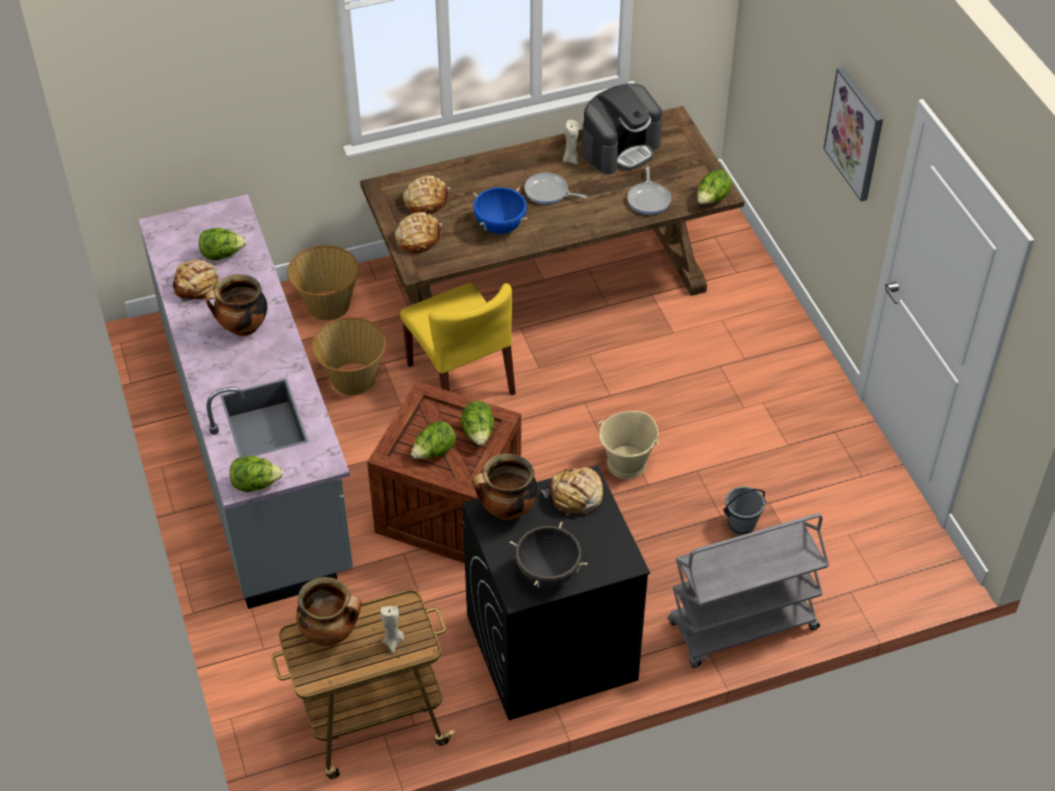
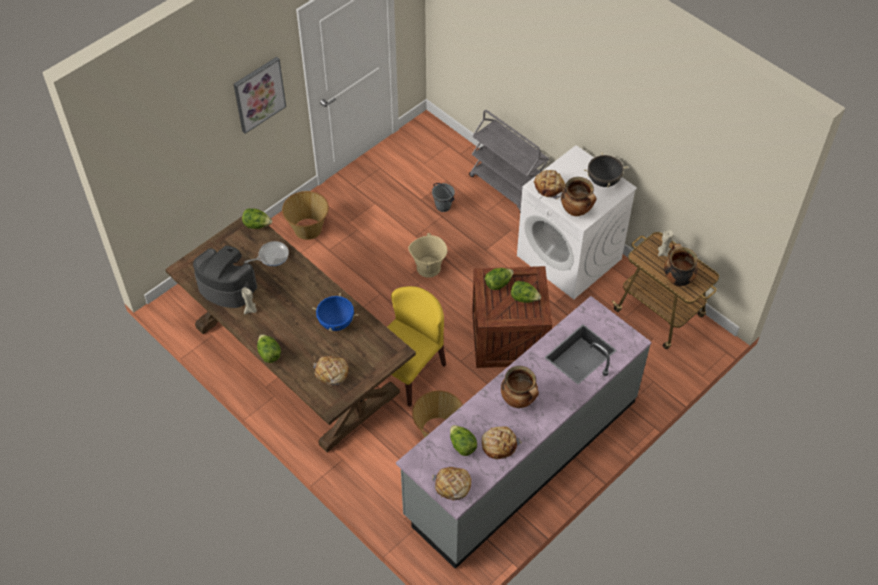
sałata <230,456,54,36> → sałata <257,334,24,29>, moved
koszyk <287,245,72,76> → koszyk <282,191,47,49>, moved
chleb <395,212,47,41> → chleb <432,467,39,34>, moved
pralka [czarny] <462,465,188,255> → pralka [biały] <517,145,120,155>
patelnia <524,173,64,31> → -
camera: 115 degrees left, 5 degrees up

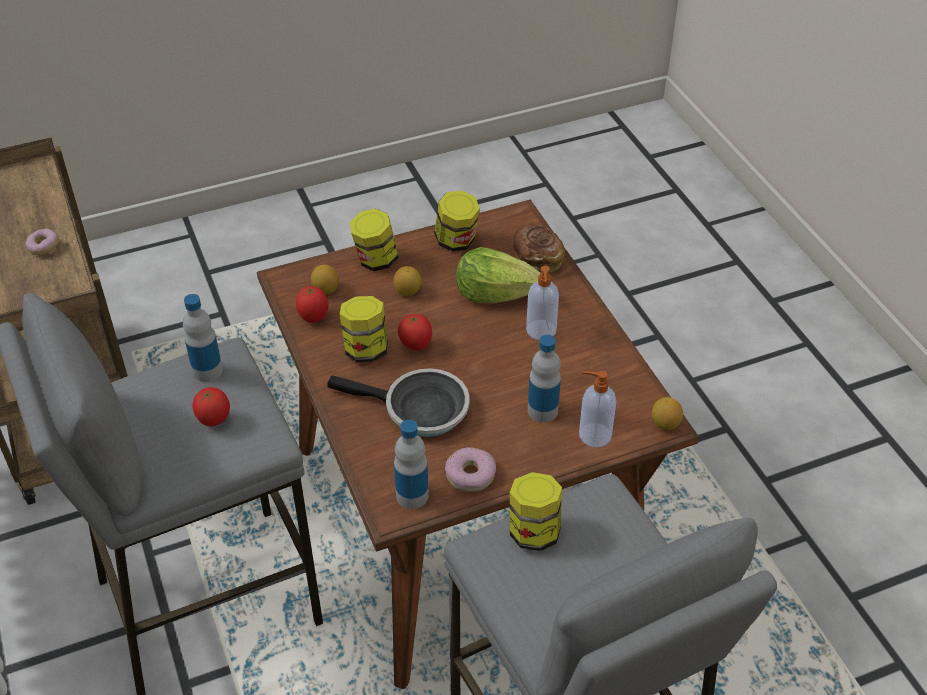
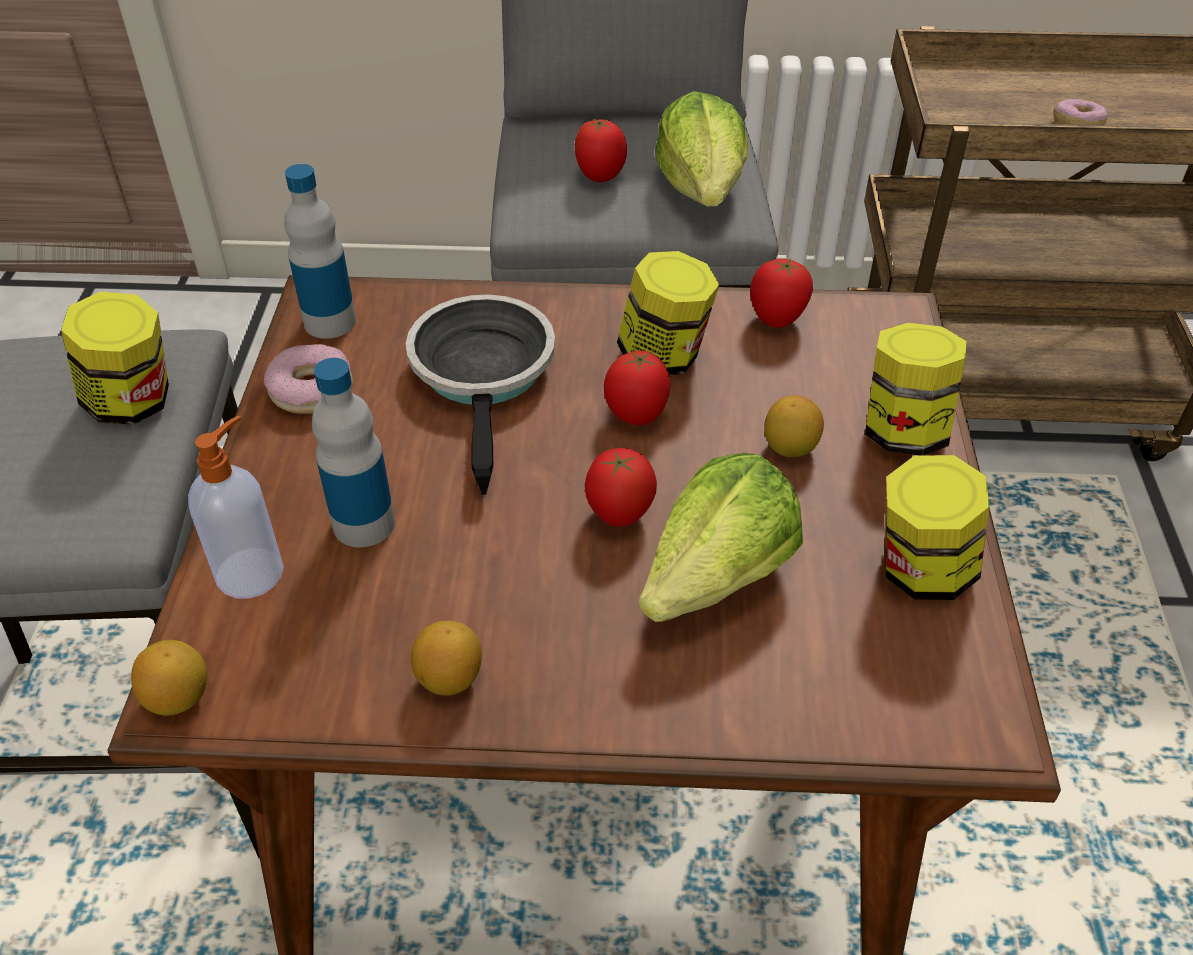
butelka <183,294,40,88> → sałata <655,91,93,115>
cytryna <311,265,28,30> → cytryna <411,621,71,75>, moved
patelnia <328,368,142,69> → patelnia <406,294,149,201>, 135 degrees clockwise
chleb <512,224,53,50> → -
dozownik mydła <526,266,33,74> → -
- → pomidor <585,448,72,79>
camera: 115 degrees right, 0 degrees up

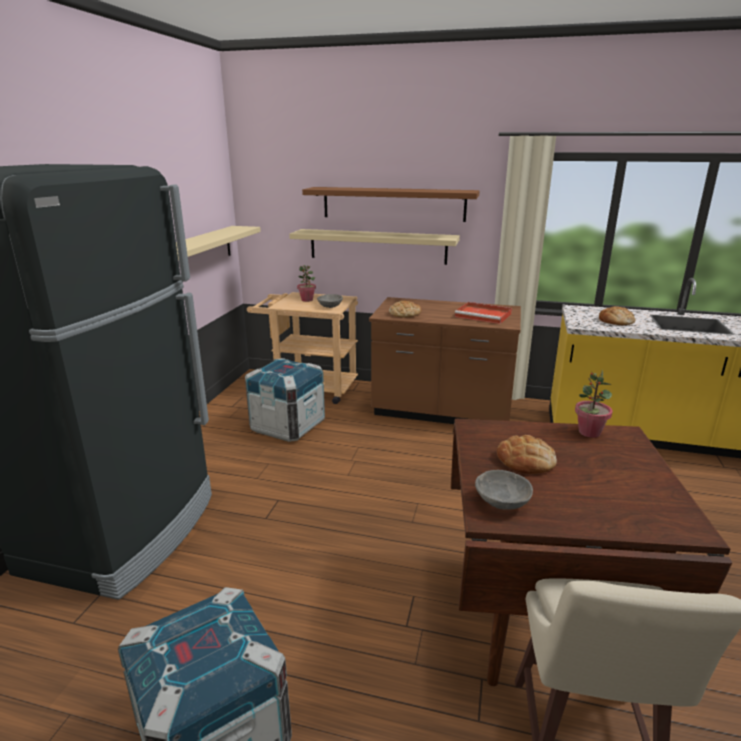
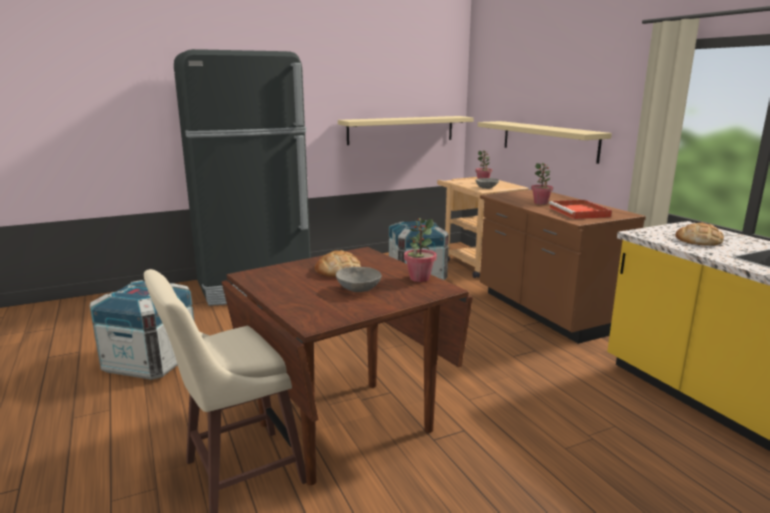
półka [brązowy] <302,187,178,35> → -
chleb <389,301,33,16> → -
miska [szary] <475,470,58,40> → miska [szary] <336,267,46,25>, moved
- → roślina doniczkowa <531,163,22,42>
camera: 50 degrees right, 5 degrees down

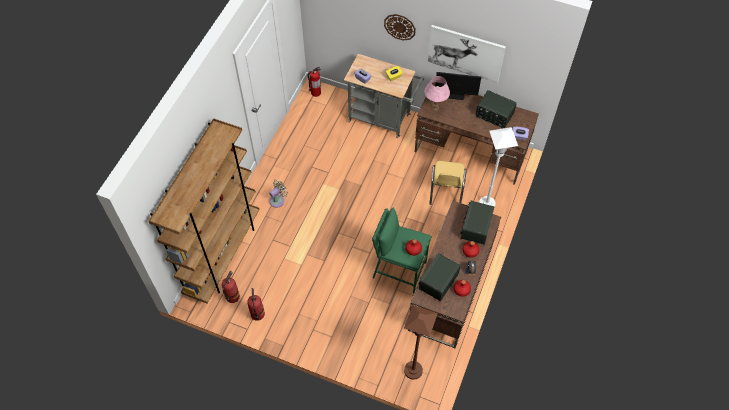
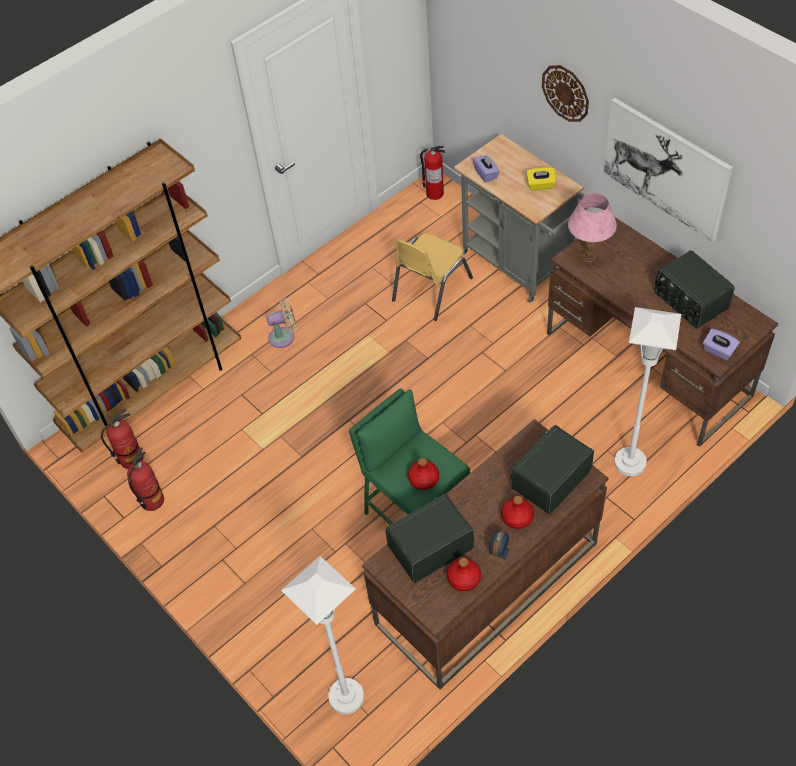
lampa stojąca [brązowy] <404,305,34,75> → lampa stojąca [biały] <281,556,83,158>
krzesło [żółty] <429,161,38,44> → krzesło [żółty] <392,233,81,88>, moved
monitor <435,72,46,28> → -
camera: 30 degrees right, 5 degrees down

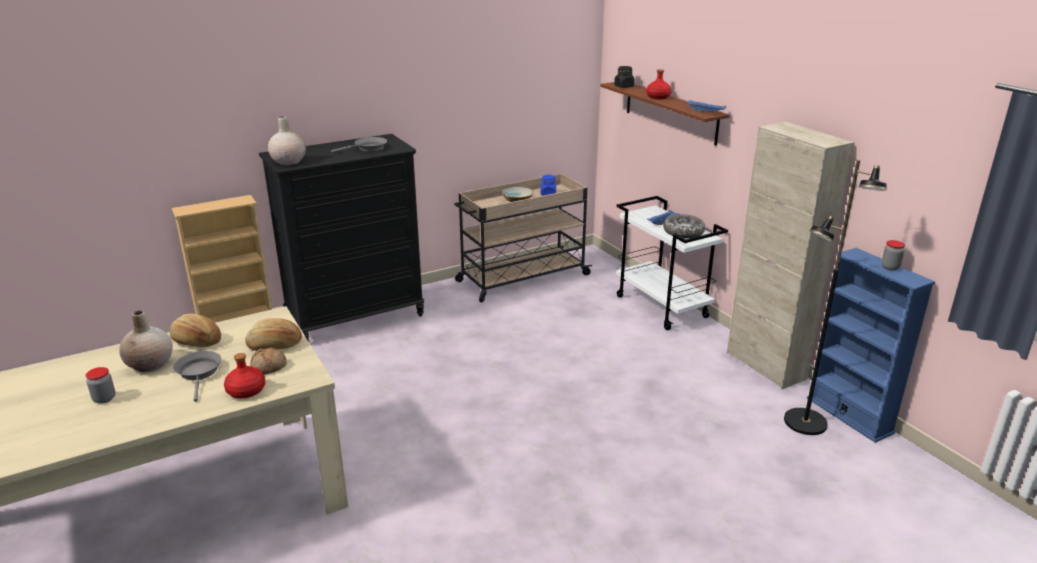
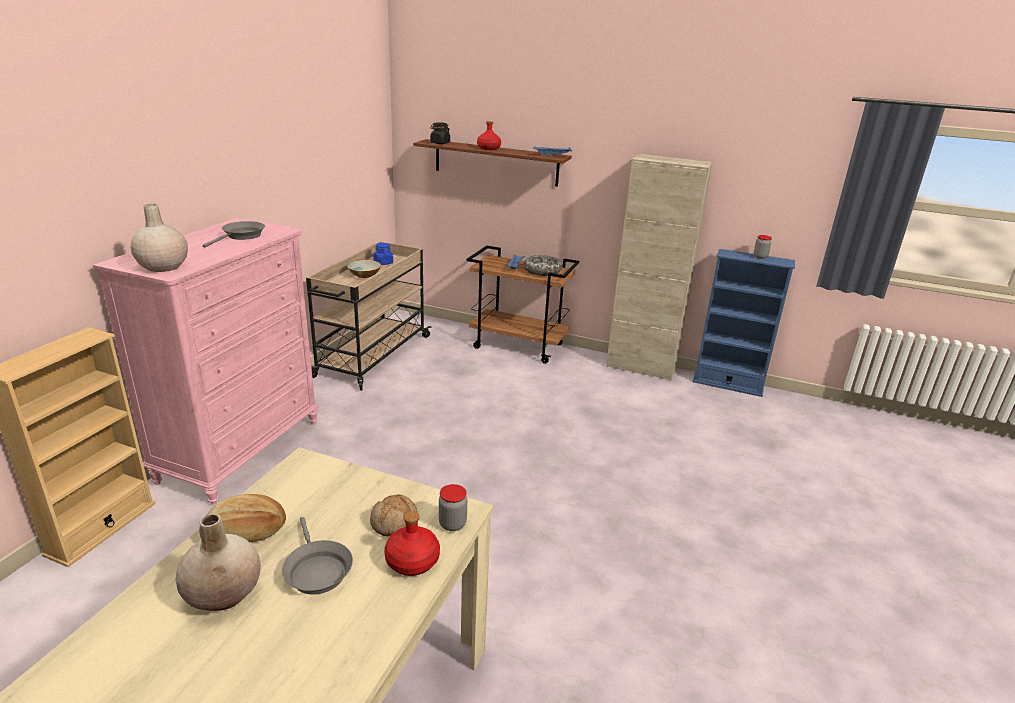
słoik <85,367,30,37> → słoik <439,484,28,47>, moved
patelnia [szary] <173,351,48,51> → patelnia [szary] <282,517,71,78>, 150 degrees counterclockwise
chleb <245,318,57,33> → -
komoda [czarny] <259,134,165,208> → komoda [różowy] <93,218,225,287>
wózek [biały] <616,196,112,134> → wózek [brązowy] <467,245,112,119>
lampa stojąca [czarny] <784,160,103,275> → -
camera: 40 degrees left, 0 degrees up

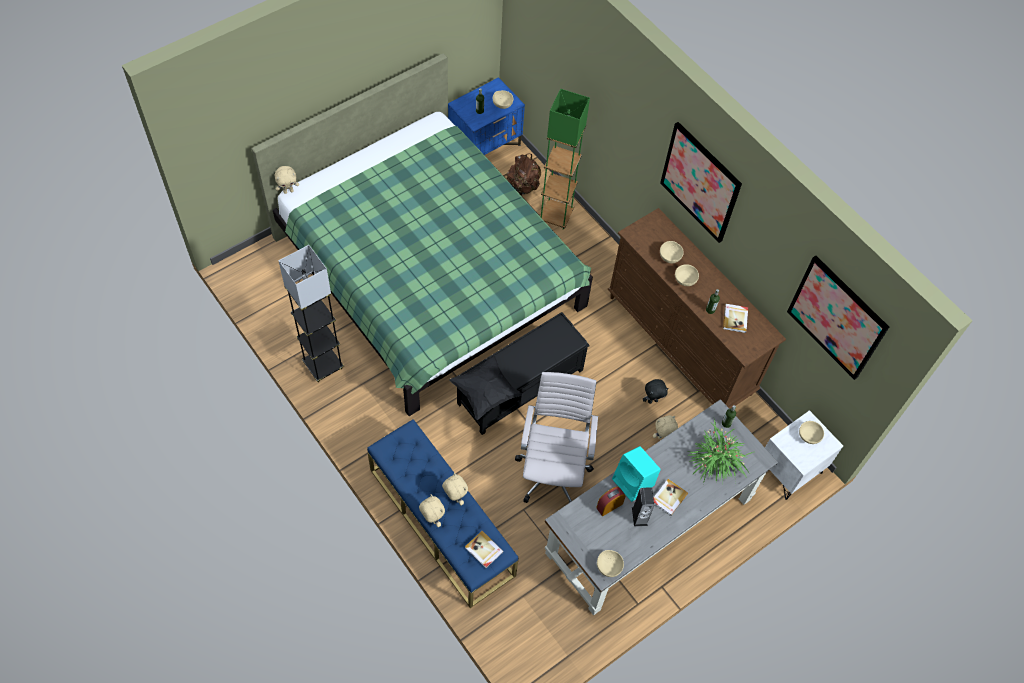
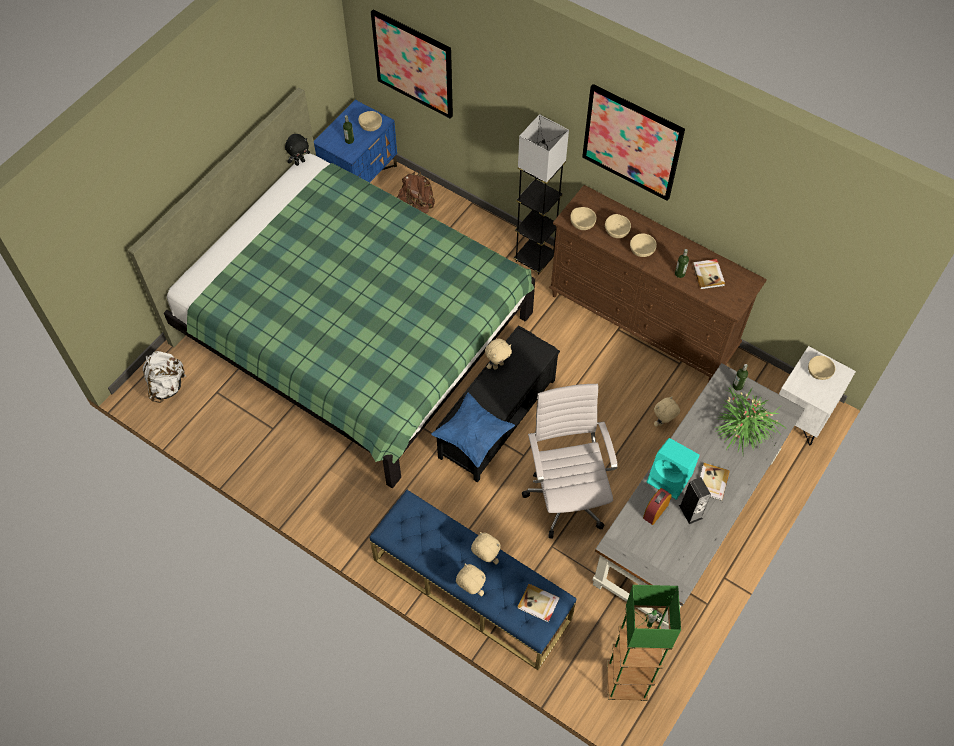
pluszak [beżowy] <275,166,24,28> → pluszak [beżowy] <485,339,27,31>, moved
lampa stojąca [szary] <278,245,66,137> → lampa stojąca [szary] <513,114,56,161>, moved
poduszka [czarny] <449,355,74,65> → poduszka [niebieski] <431,393,84,75>
lampa stojąca [zielony] <540,89,50,141> → lampa stojąca [zielony] <607,585,74,116>, moved
miska [beżowy] <597,550,27,27> → miska [beżowy] <570,207,27,23>, moved
pluszak [czarny] <643,379,25,25> → pluszak [czarny] <285,134,25,32>, moved
obraz <787,256,102,124> → obraz <371,9,82,110>, moved
- → plecak [biały] <143,351,43,52>
camera: 15 degrees left, 0 degrees up

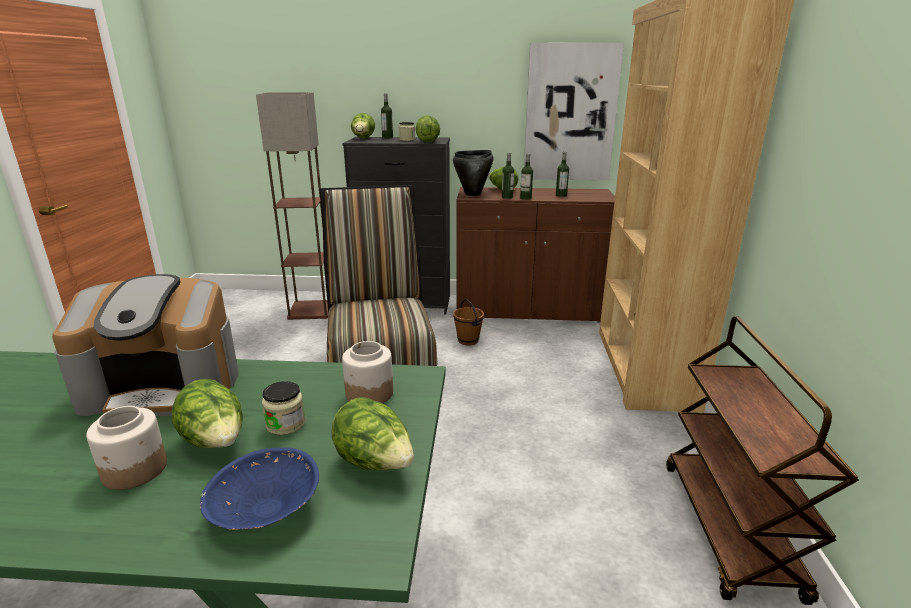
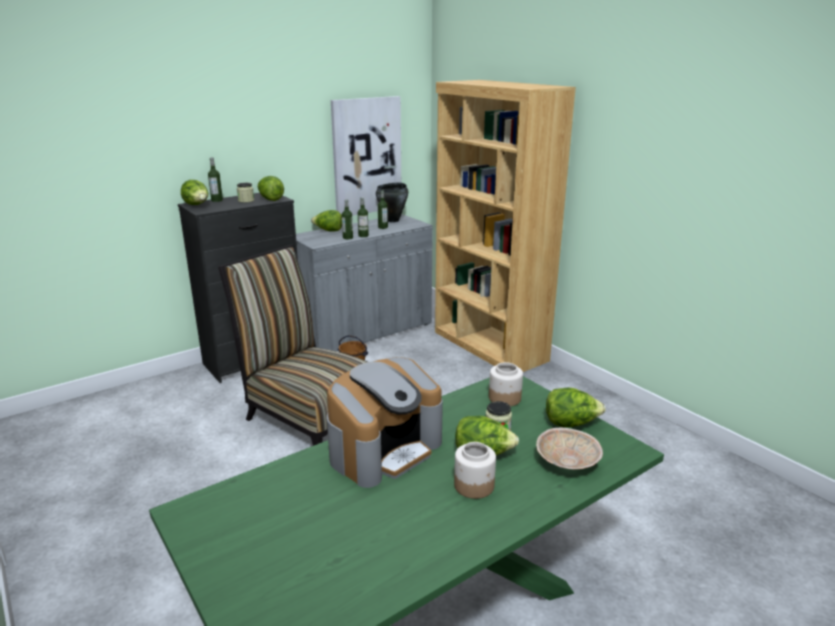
miska [niebieski] <200,447,119,83> → miska [beżowy] <536,428,67,41>
lampa stojąca <256,92,72,228> → -
garnek [czarny] <453,150,41,46> → garnek [czarny] <376,183,32,39>, moved
szafka [brązowy] <456,187,159,136> → szafka [szary] <296,214,137,137>
wózek [brązowy] <666,316,193,289> → -
camera: 40 degrees left, 0 degrees up

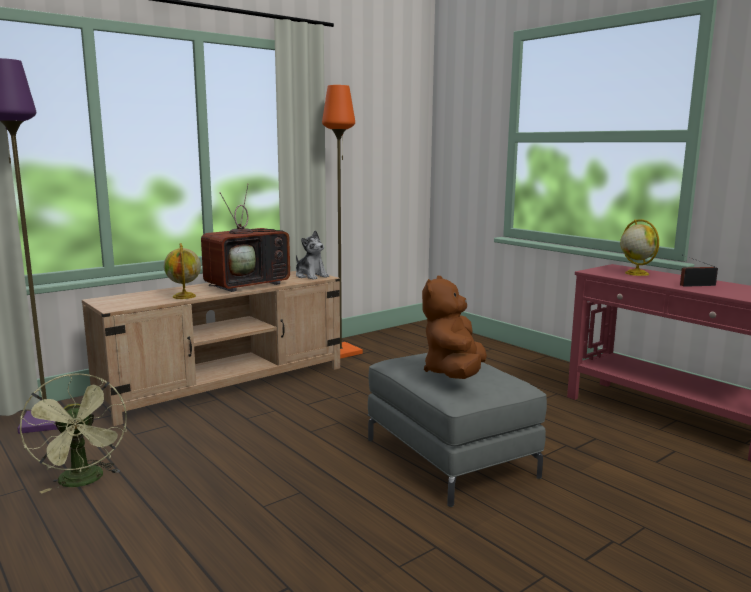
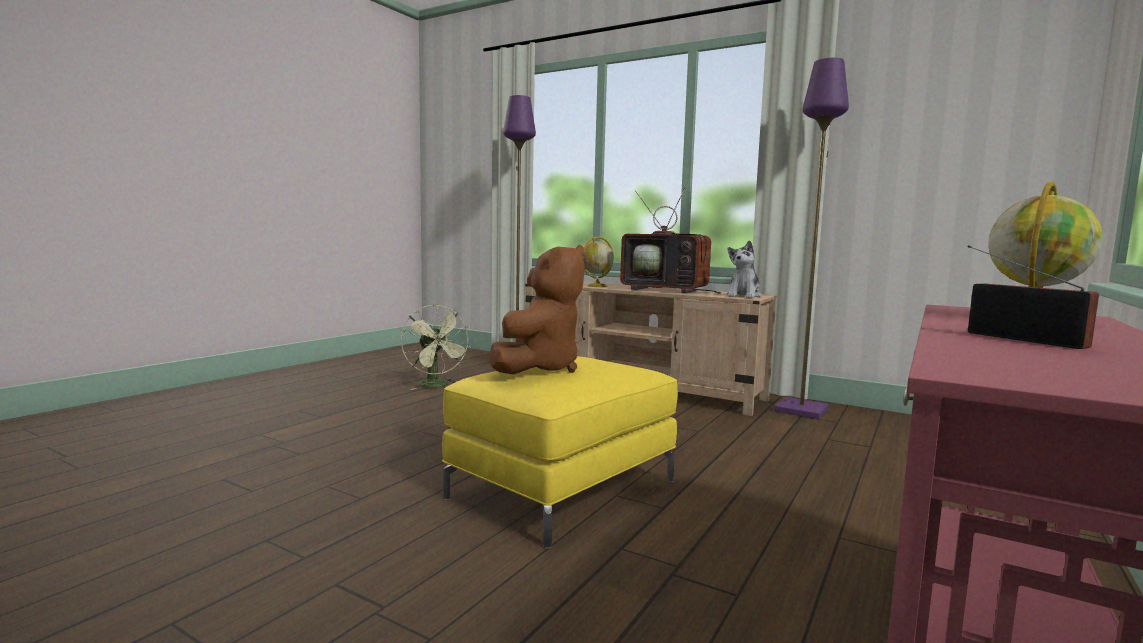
wentylator [zielony] <20,373,107,121> → wentylator [zielony] <401,304,70,86>, 75 degrees counterclockwise
lampa stojąca [pomarańczowy] <322,85,41,274> → lampa stojąca [fioletowy] <774,58,75,361>
pufa [szary] <368,353,179,154> → pufa [żółty] <442,356,236,192>
pluszak [brązowy] <422,276,65,103> → pluszak [brązowy] <489,245,96,130>, 120 degrees clockwise
camera: 70 degrees right, 5 degrees down

